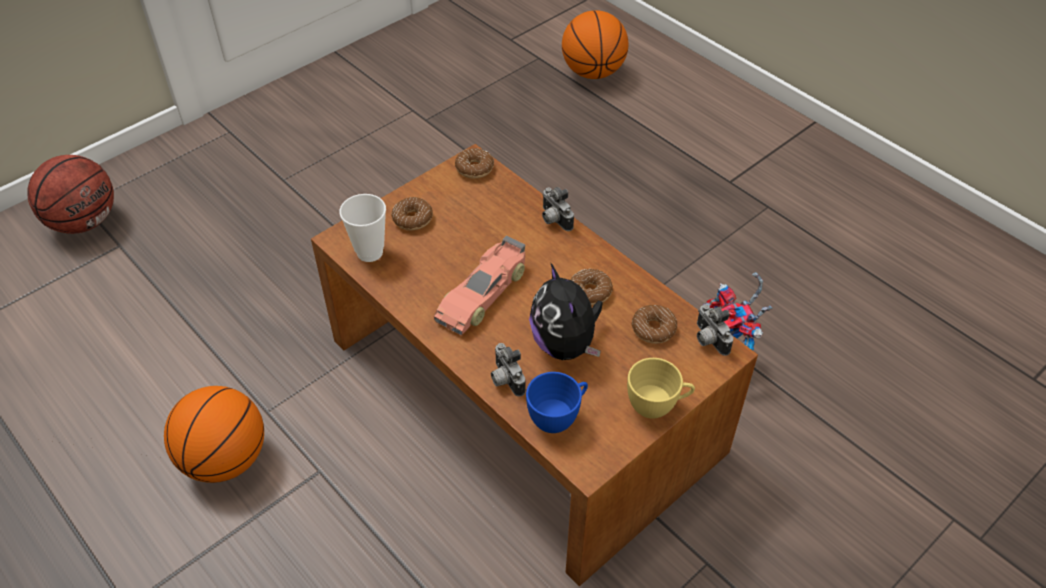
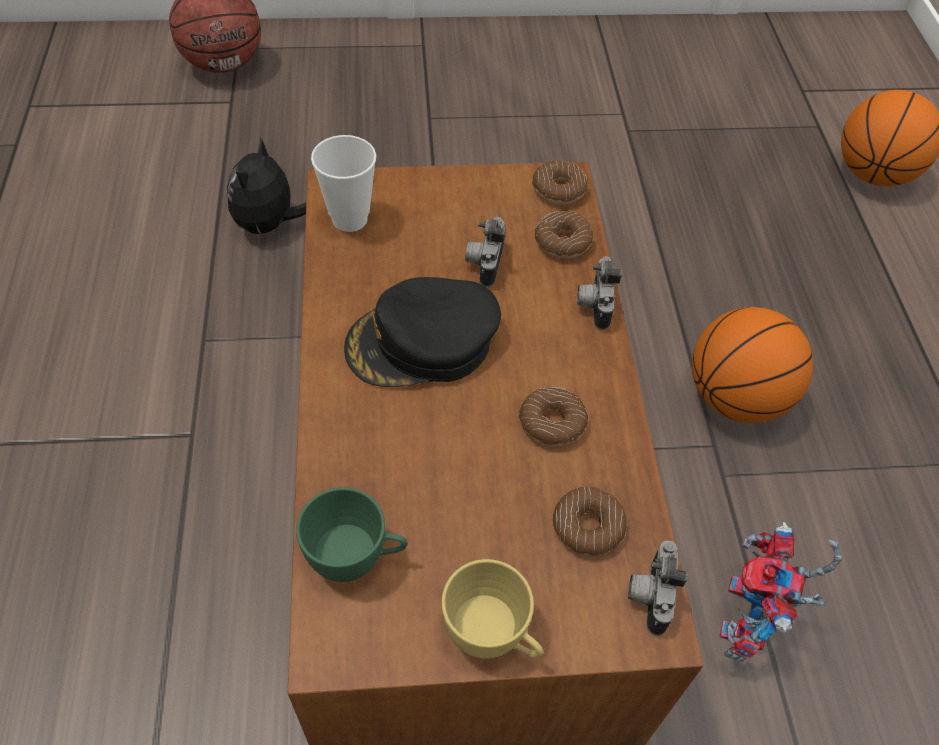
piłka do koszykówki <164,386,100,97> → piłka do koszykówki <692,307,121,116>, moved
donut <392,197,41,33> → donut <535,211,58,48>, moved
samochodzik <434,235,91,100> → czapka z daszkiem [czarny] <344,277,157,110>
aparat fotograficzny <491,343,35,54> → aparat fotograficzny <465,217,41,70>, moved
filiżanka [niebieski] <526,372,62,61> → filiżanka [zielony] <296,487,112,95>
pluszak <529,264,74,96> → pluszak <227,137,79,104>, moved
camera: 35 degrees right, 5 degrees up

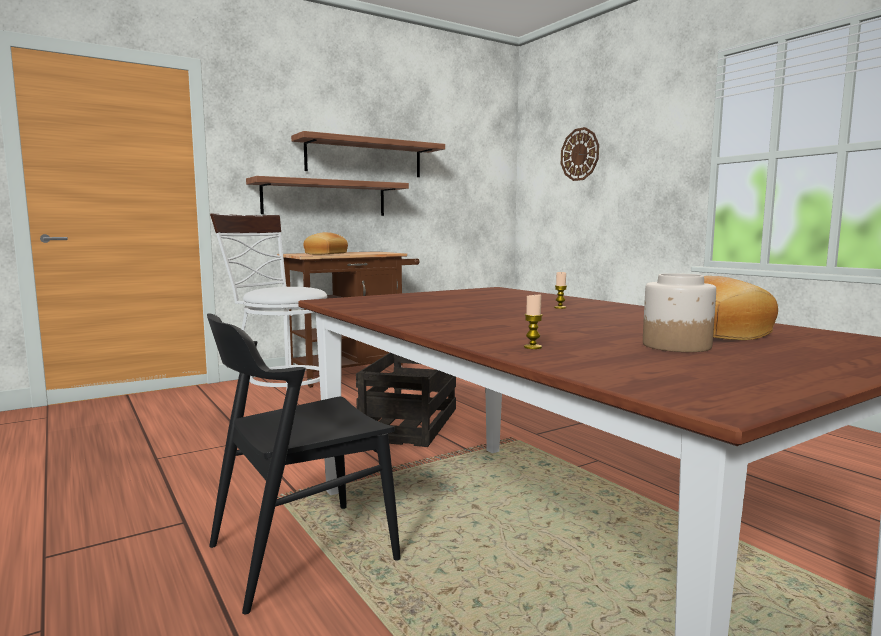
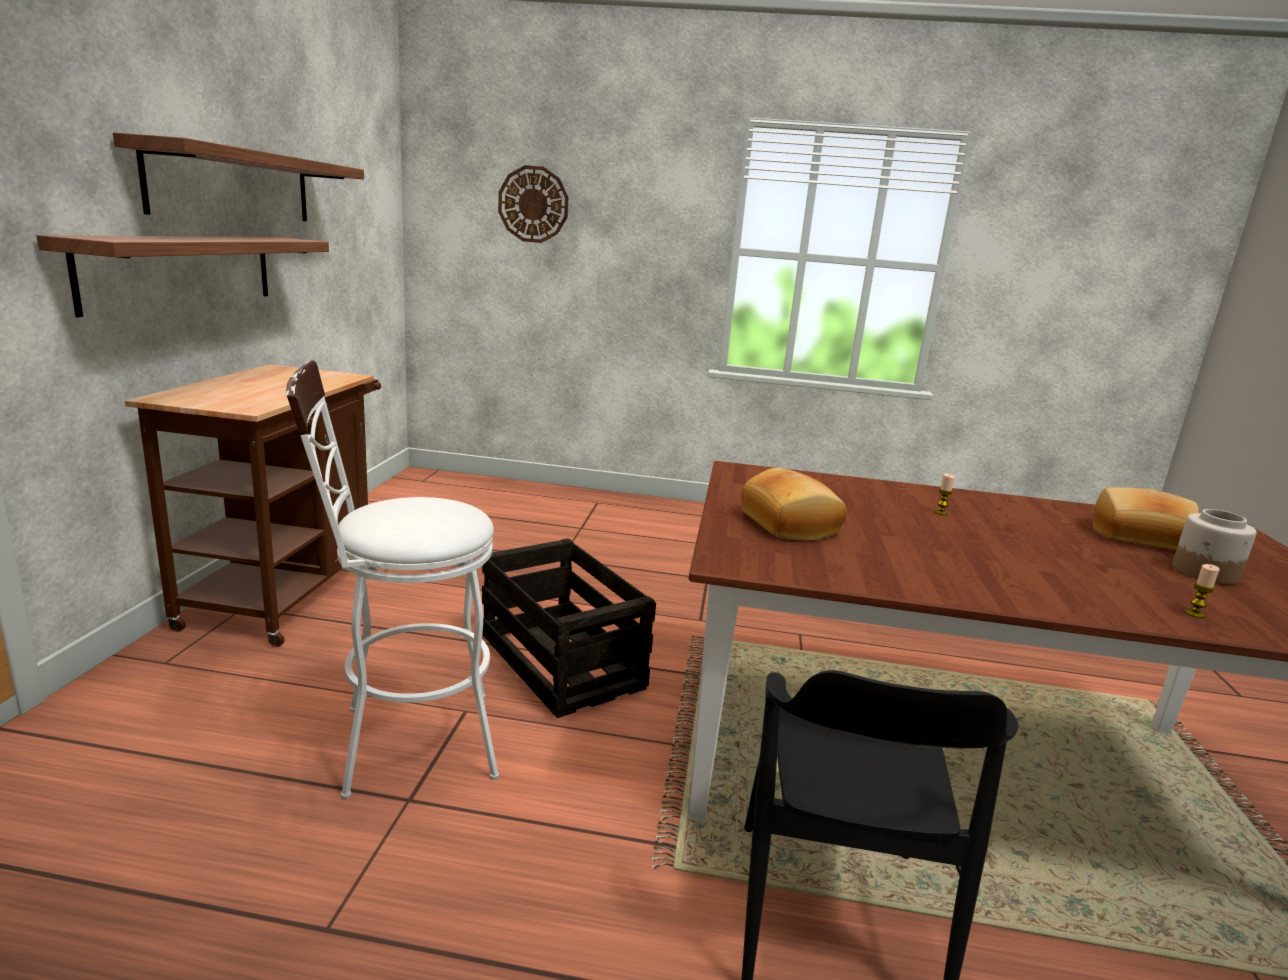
chleb <303,232,45,23> → chleb <741,468,106,73>, moved
camera: 50 degrees left, 10 degrees up

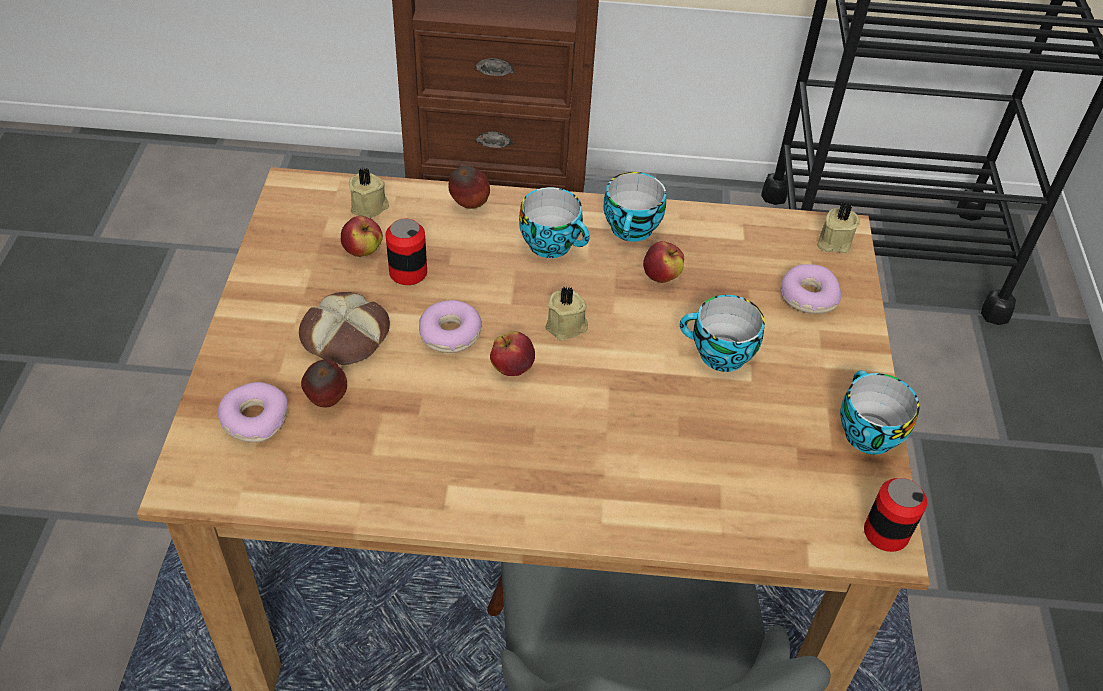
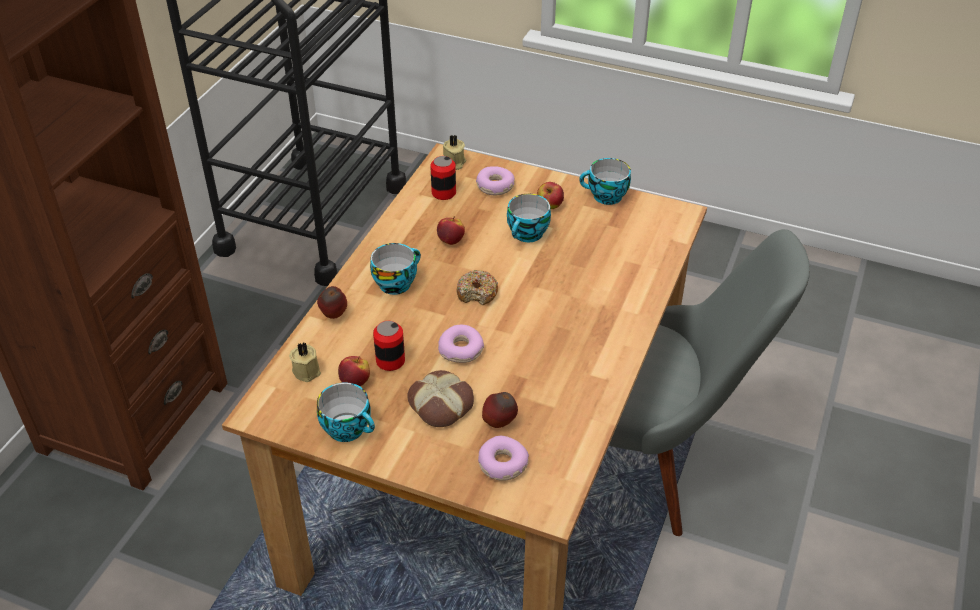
jabłko <490,331,45,45> → jabłko <537,182,27,27>, moved
świeca [beżowy] <545,286,43,55> → donut <456,270,42,35>
filiżanka <603,172,63,70> → filiżanka <317,382,58,60>, moved
puszka <864,478,63,74> → puszka <430,156,26,44>, moved
camera: 70 degrees left, 5 degrees down

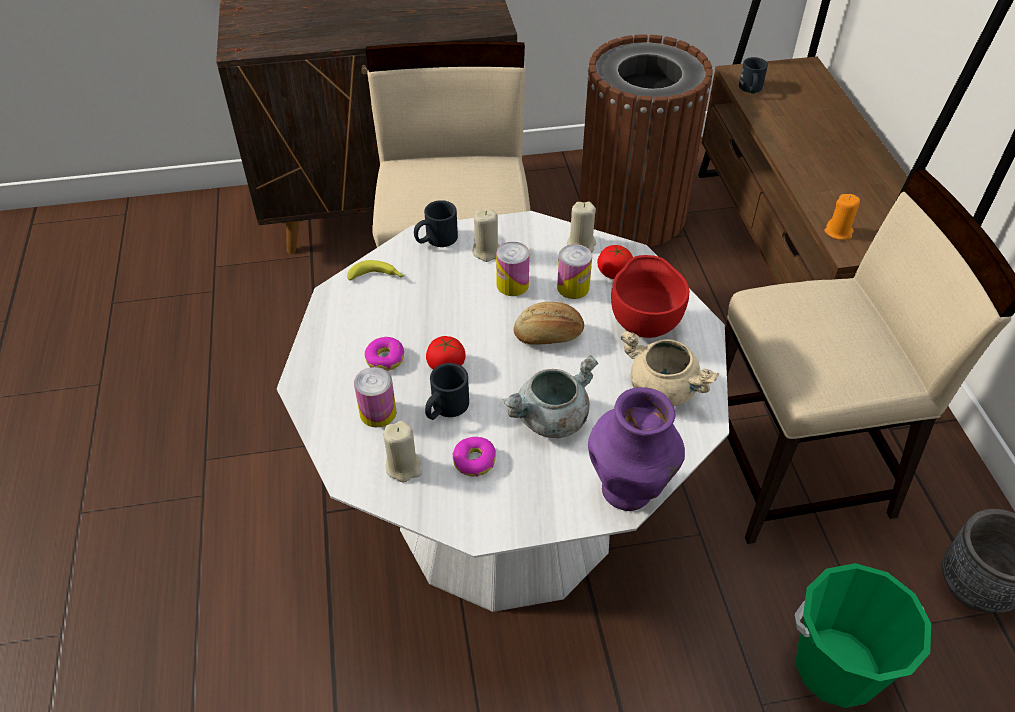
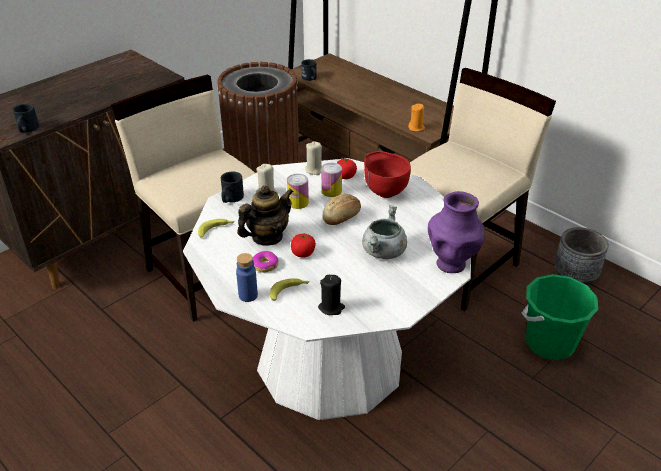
puszka <354,367,42,60> → banan <270,278,40,22>
świeca [beżowy] <383,421,39,62> → świeca [czarny] <318,275,27,40>
kubek [czarny] <425,363,44,57> → kubek [czarny] <13,103,26,30>, moved
donut <453,437,43,39> → -
garnek [beżowy] <621,331,98,75> → -
- → butelka [niebieski] <236,253,22,49>
- → imbryk <237,186,57,59>
camera: 35 degrees left, 10 degrees down

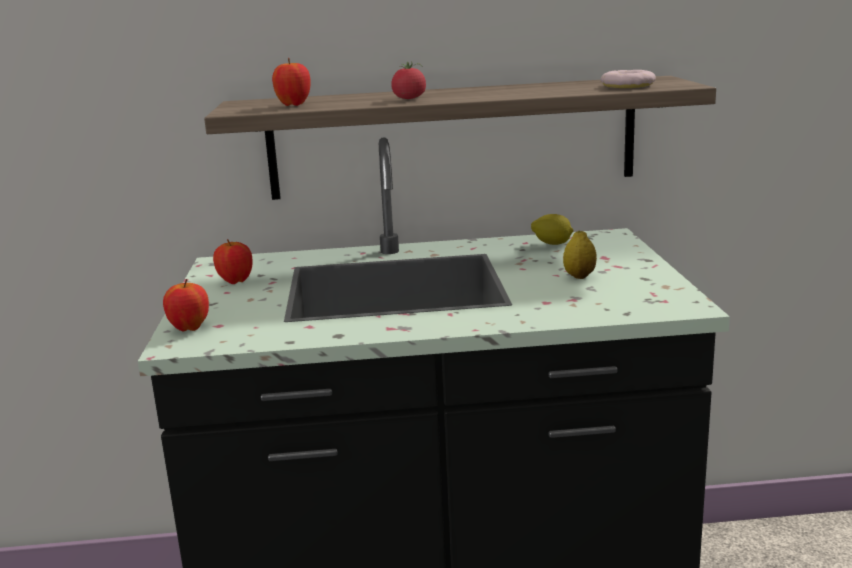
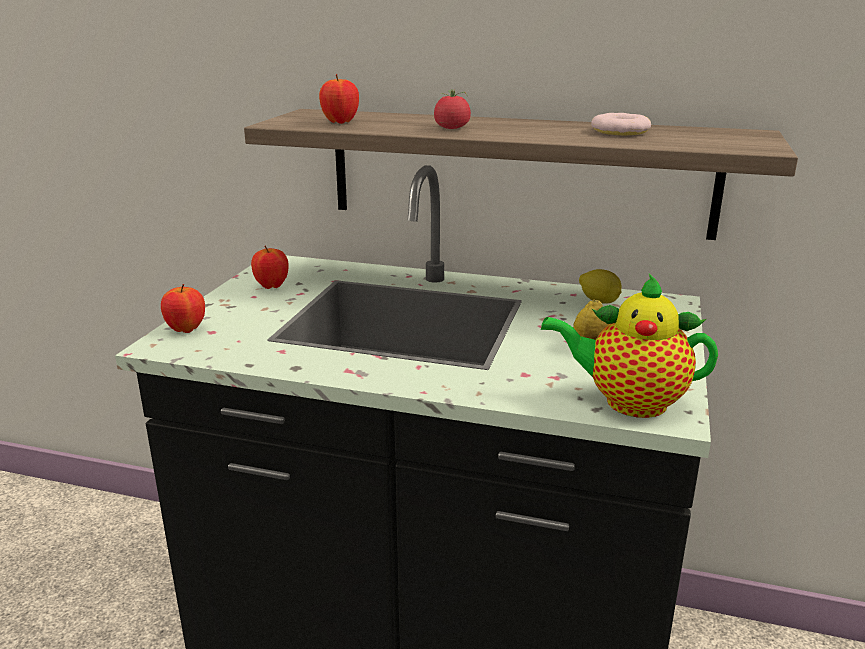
donut <601,70,55,18> → donut <591,113,60,22>, moved
- → imbryk <541,274,177,144>
camera: 20 degrees right, 5 degrees up

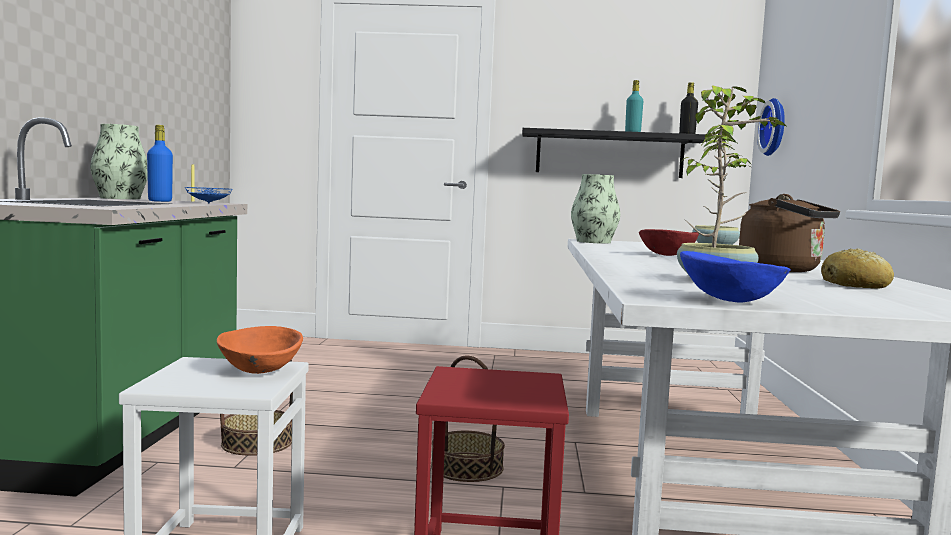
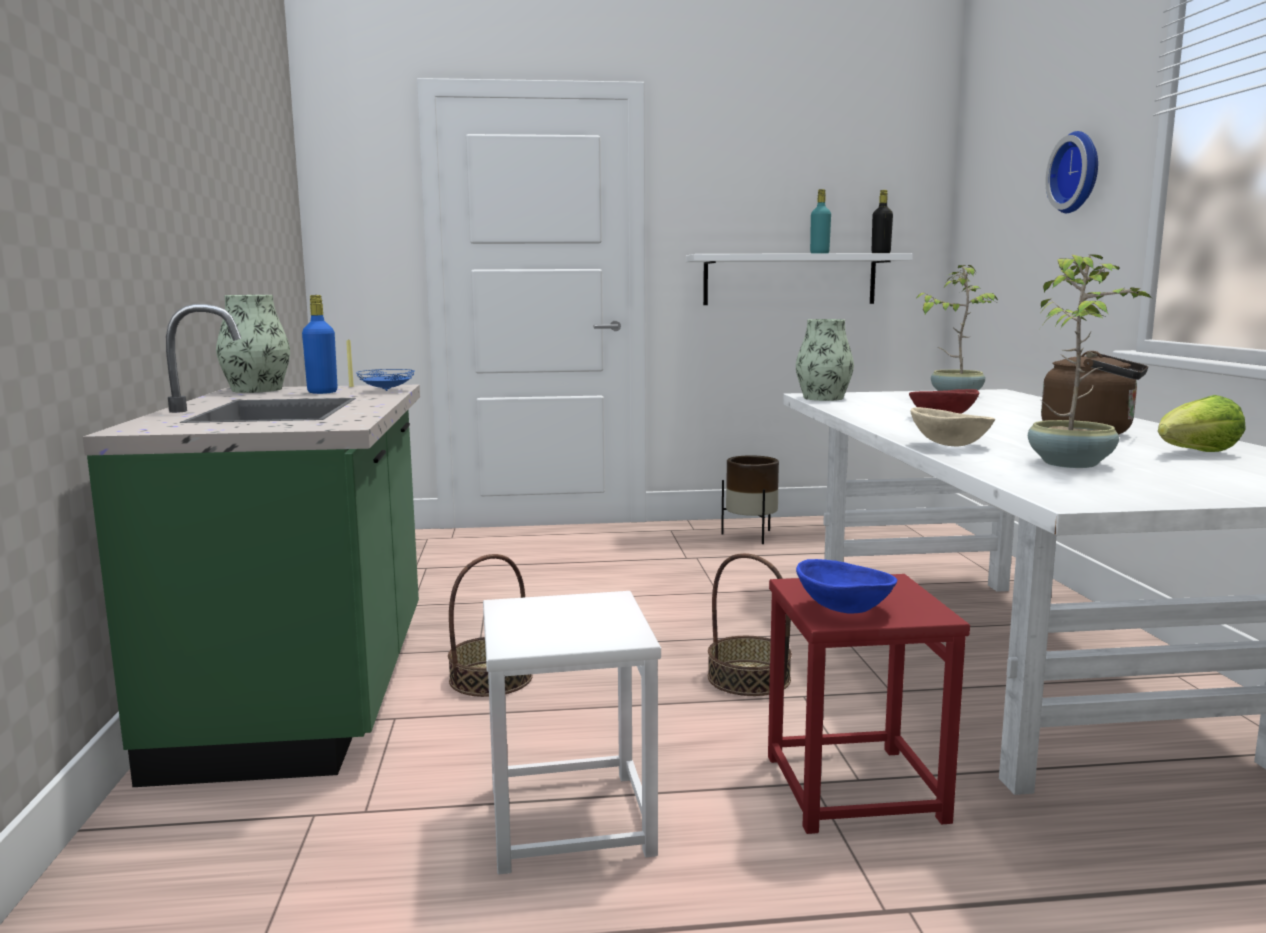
miska [pomarańczowy] <217,326,86,48> → -
półka [czarny] <522,128,188,50> → półka [biały] <686,253,227,52>
miska [niebieski] <680,251,110,51> → miska [niebieski] <796,559,101,55>, moved
zegar ścienny <757,98,28,58> → zegar ścienny <1046,131,52,82>, moved
chleb <821,248,73,41> → sałata <1158,395,88,57>
- → donica [brązowy] <721,455,58,89>
- → miska [beżowy] <910,407,85,39>
camera: 10 degrees left, 5 degrees up

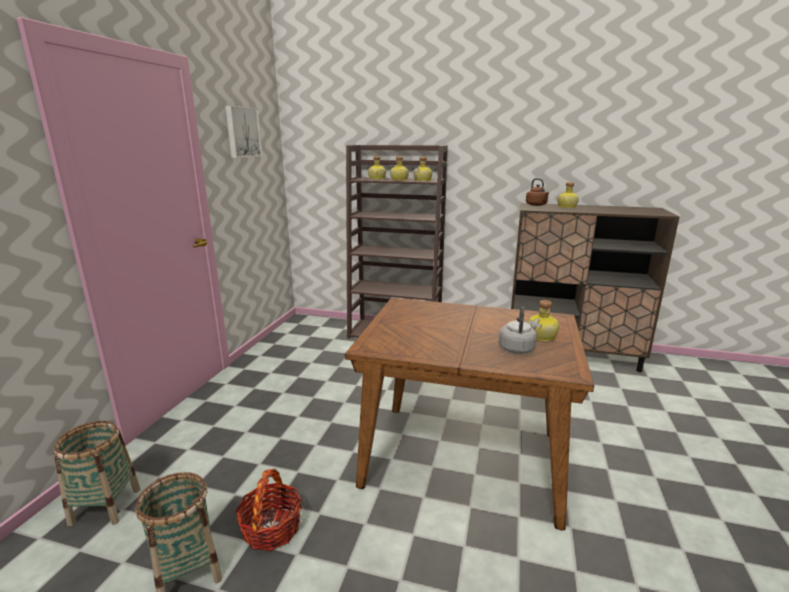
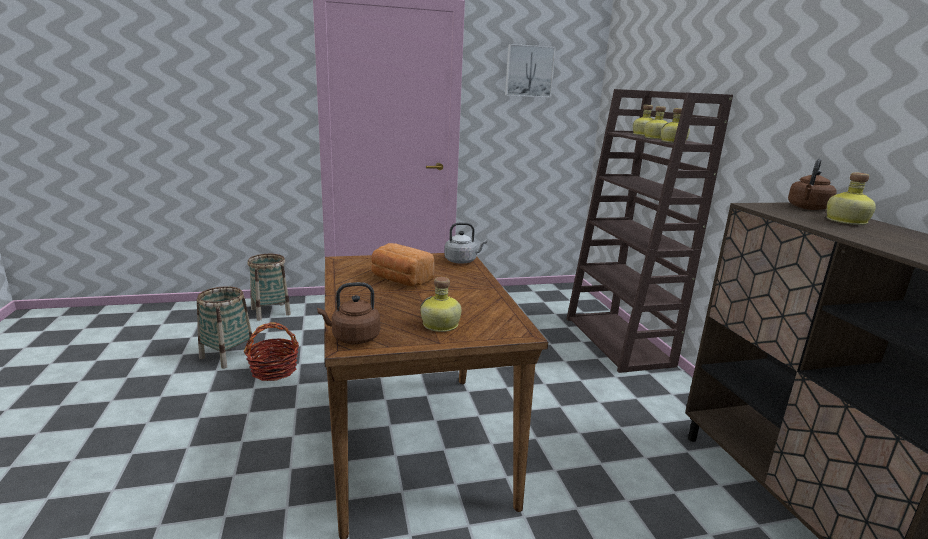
czajnik [szary] <499,306,38,48> → czajnik [szary] <444,222,43,42>, moved
- → czajnik [brązowy] <317,282,63,62>
- → chleb <371,243,64,43>
camera: 60 degrees right, 0 degrees up

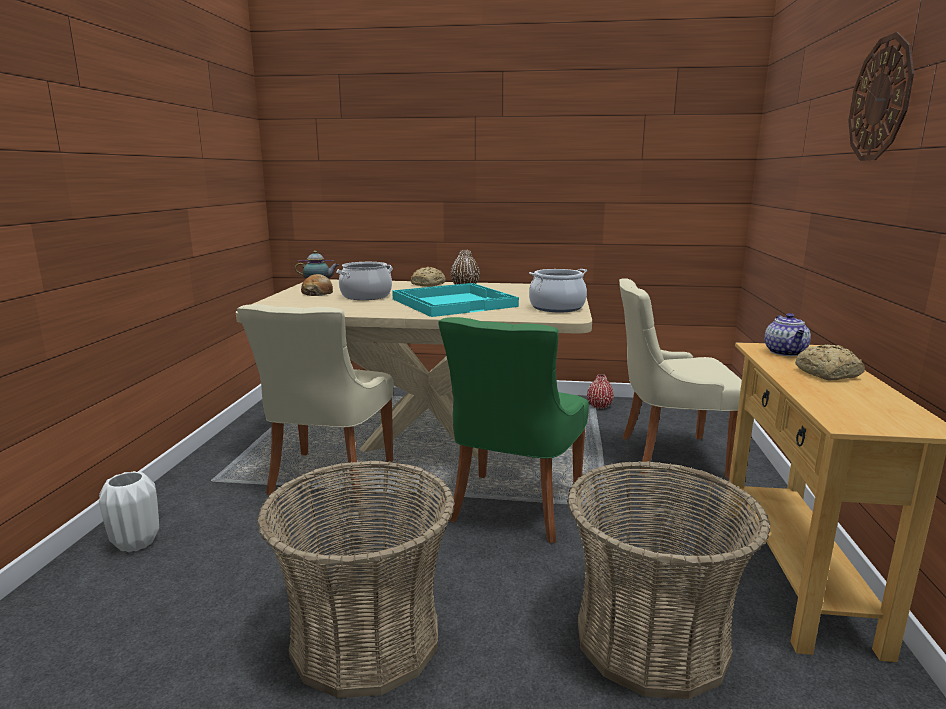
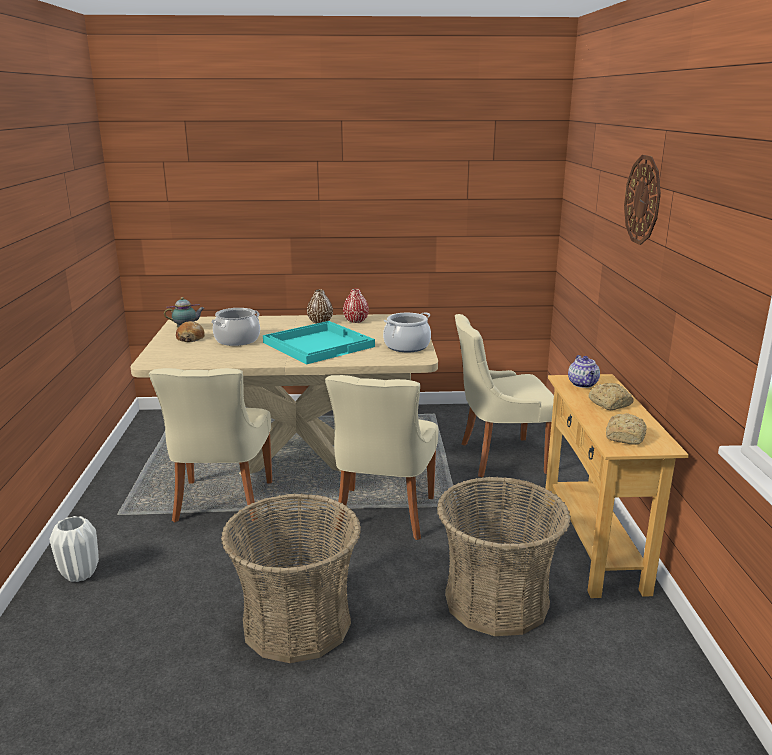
chleb <411,267,35,20> → chleb <606,413,41,32>, moved
krzesło [zielony] <438,317,151,226> → krzesło [beżowy] <325,375,113,165>
wazon [czerwony] <587,374,27,35> → wazon [czerwony] <343,289,26,34>, moved
camera: 10 degrees left, 5 degrees up

